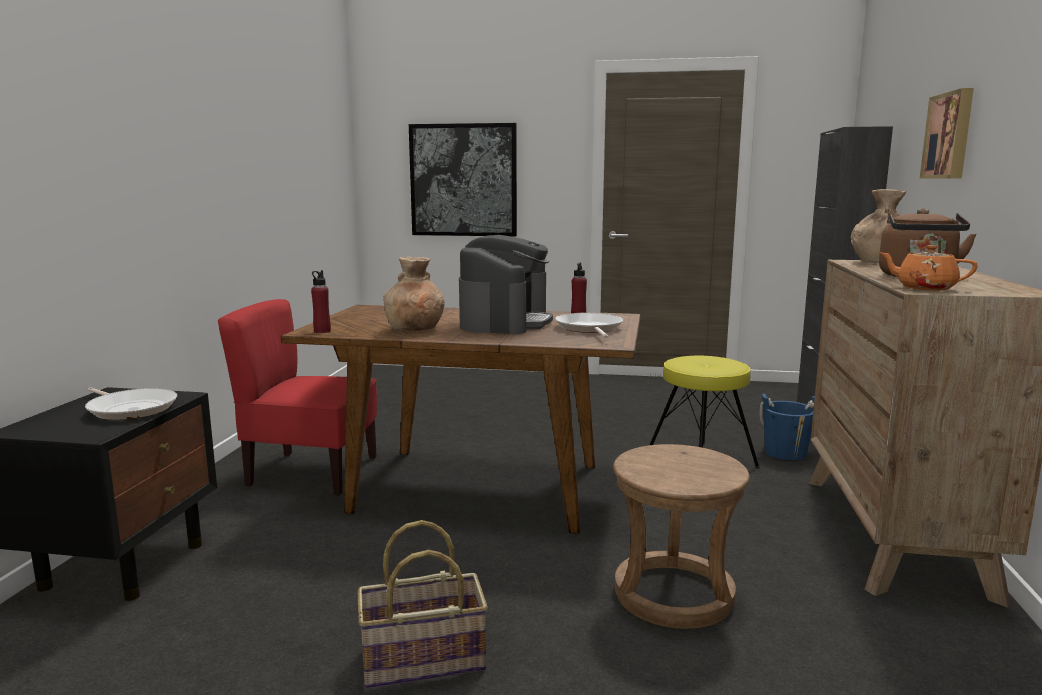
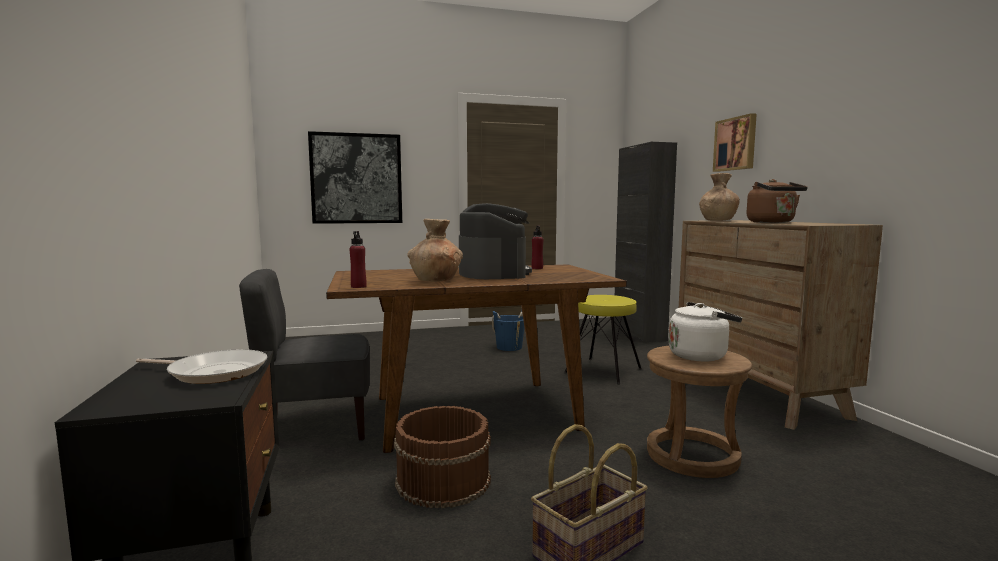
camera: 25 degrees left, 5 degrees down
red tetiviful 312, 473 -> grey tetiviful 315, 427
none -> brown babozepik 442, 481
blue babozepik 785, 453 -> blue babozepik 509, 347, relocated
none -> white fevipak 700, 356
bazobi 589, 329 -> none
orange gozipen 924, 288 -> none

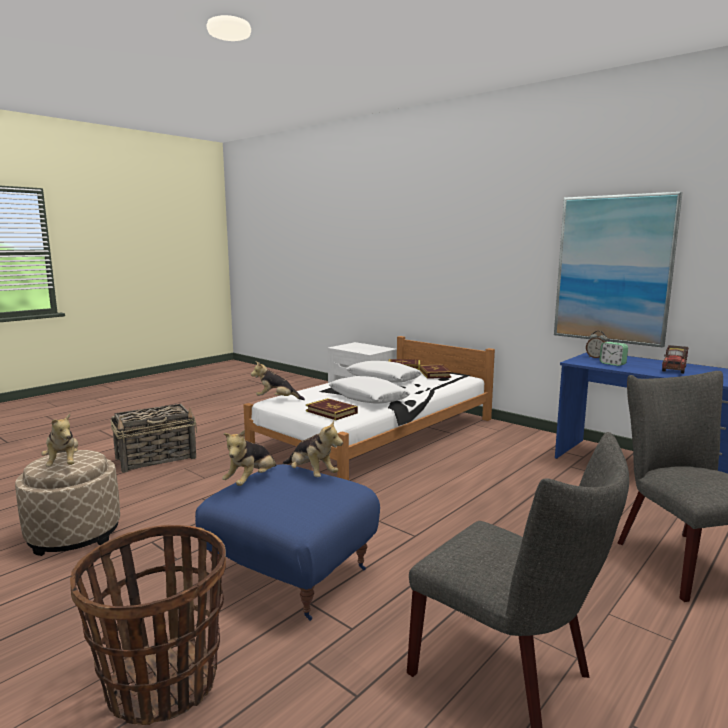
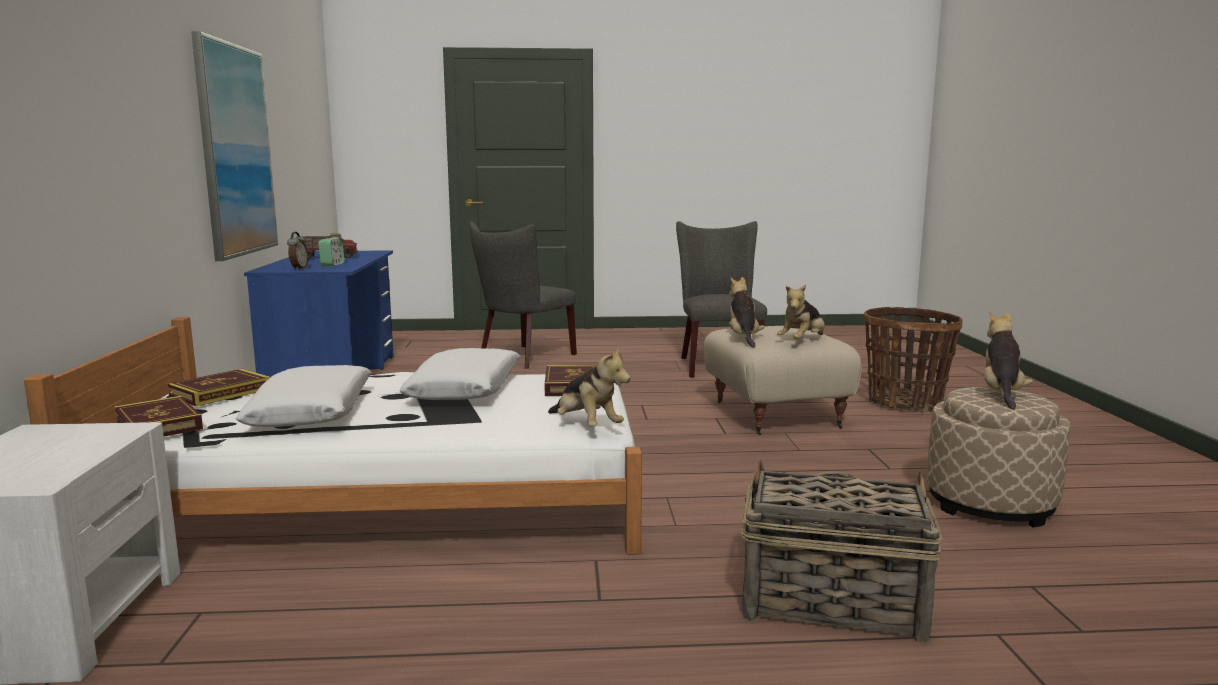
camera: 135 degrees left, 0 degrees up
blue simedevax 291, 574 -> beige simedevax 776, 415
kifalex 251, 481 -> kifalex 802, 341, 150 degrees clockwise

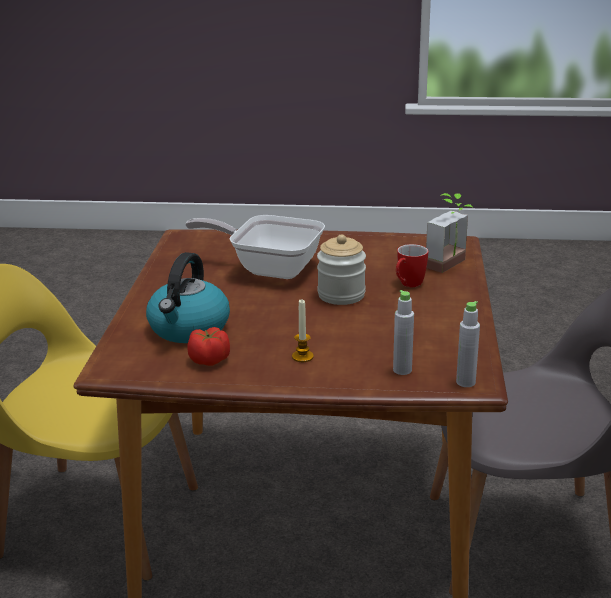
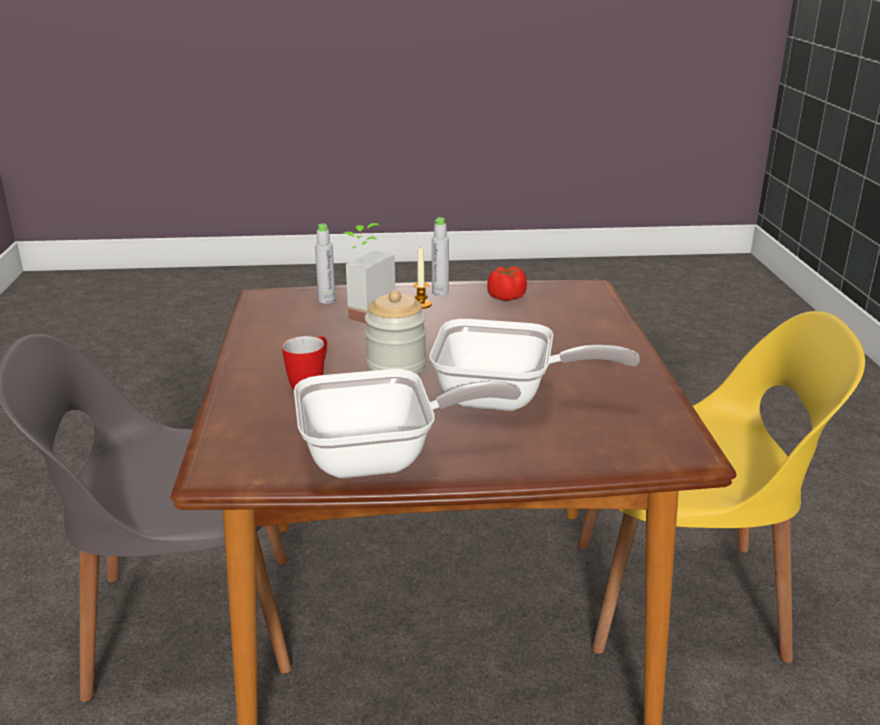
camera: 170 degrees right, 0 degrees up
none -> bazobi 382, 458
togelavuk 452, 266 -> togelavuk 364, 310, relocated
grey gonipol 465, 382 -> grey gonipol 440, 293, relocated
fevipak 189, 329 -> none

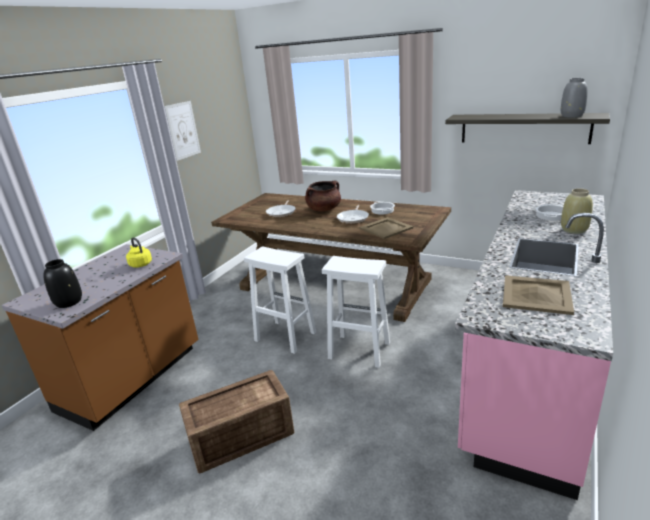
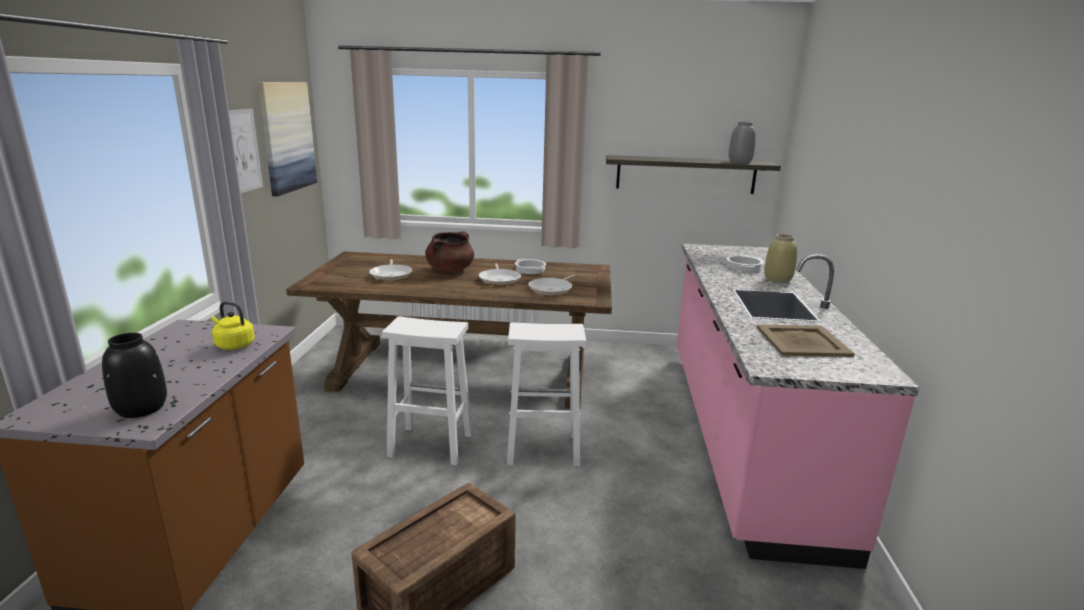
camera: 25 degrees left, 5 degrees down
none -> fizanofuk 287, 137
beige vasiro 386, 228 -> bazobi 552, 289

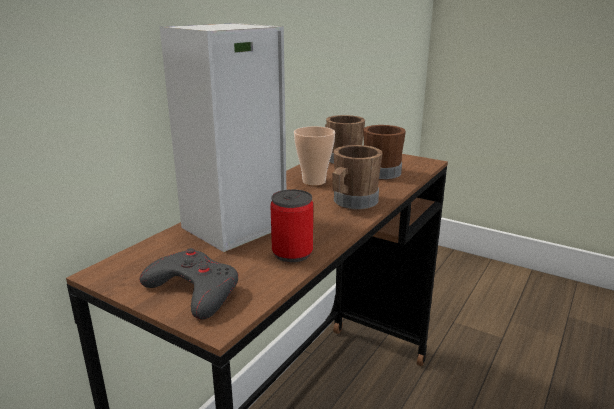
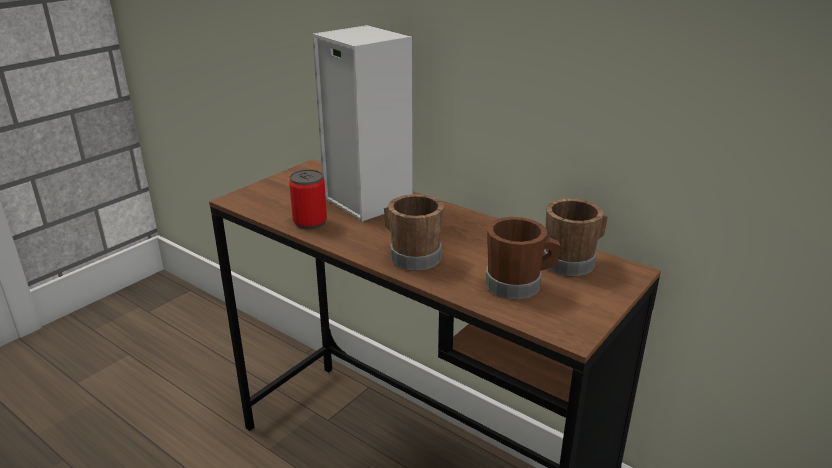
camera: 95 degrees right, 5 degrees up
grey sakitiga 194, 290 -> none
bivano 314, 181 -> none

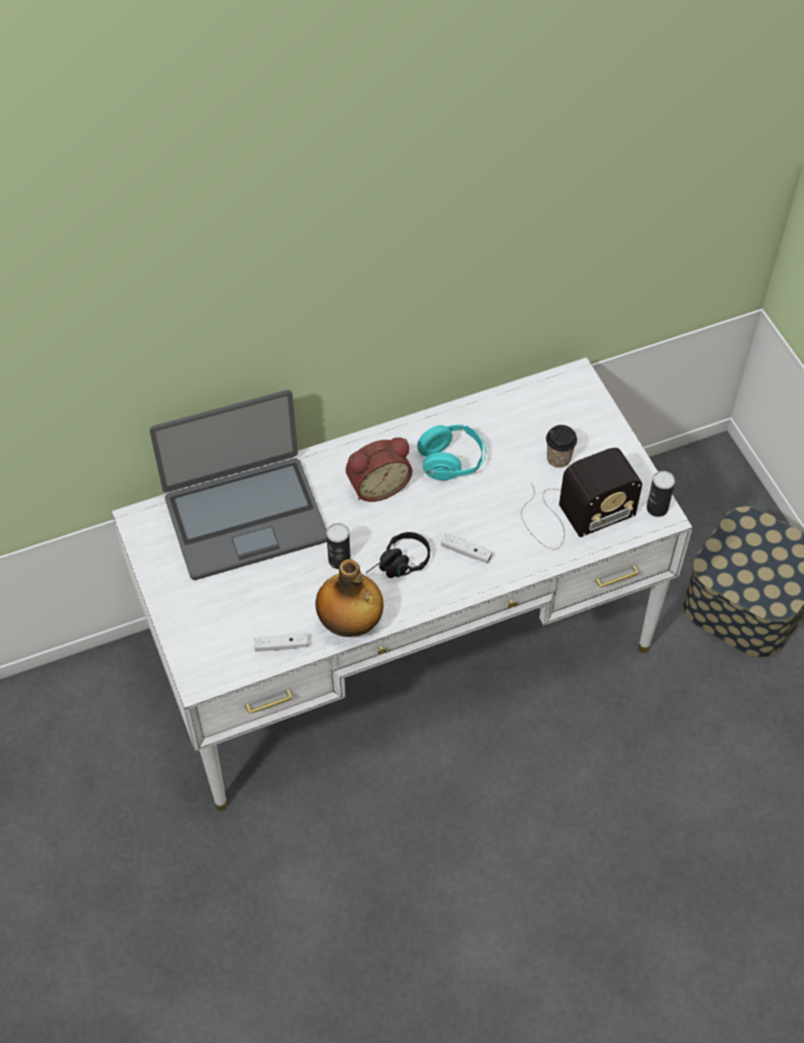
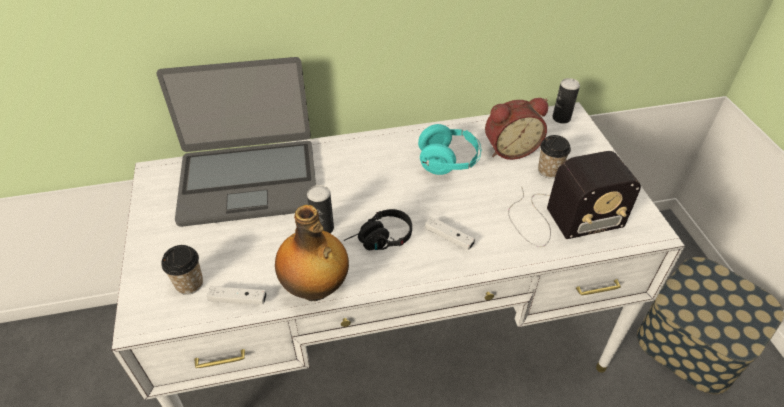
camera: 10 degrees right, 10 degrees down
none -> bivano 189, 284
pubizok 377, 485 -> pubizok 510, 149, relocated
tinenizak 657, 508 -> tinenizak 561, 118, relocated

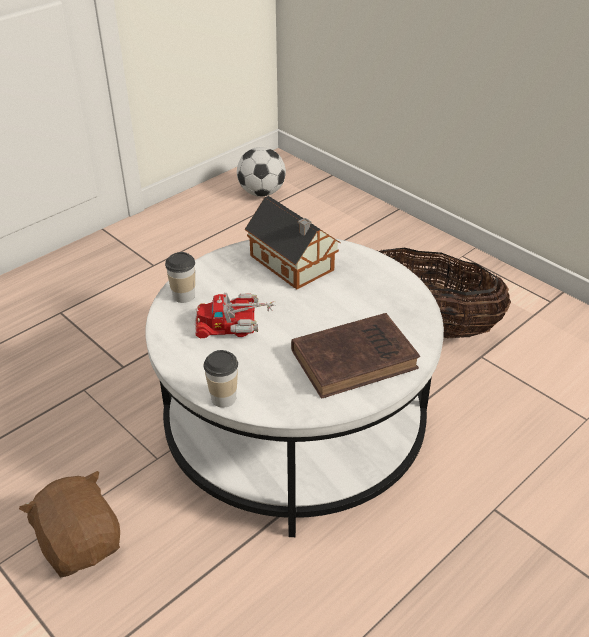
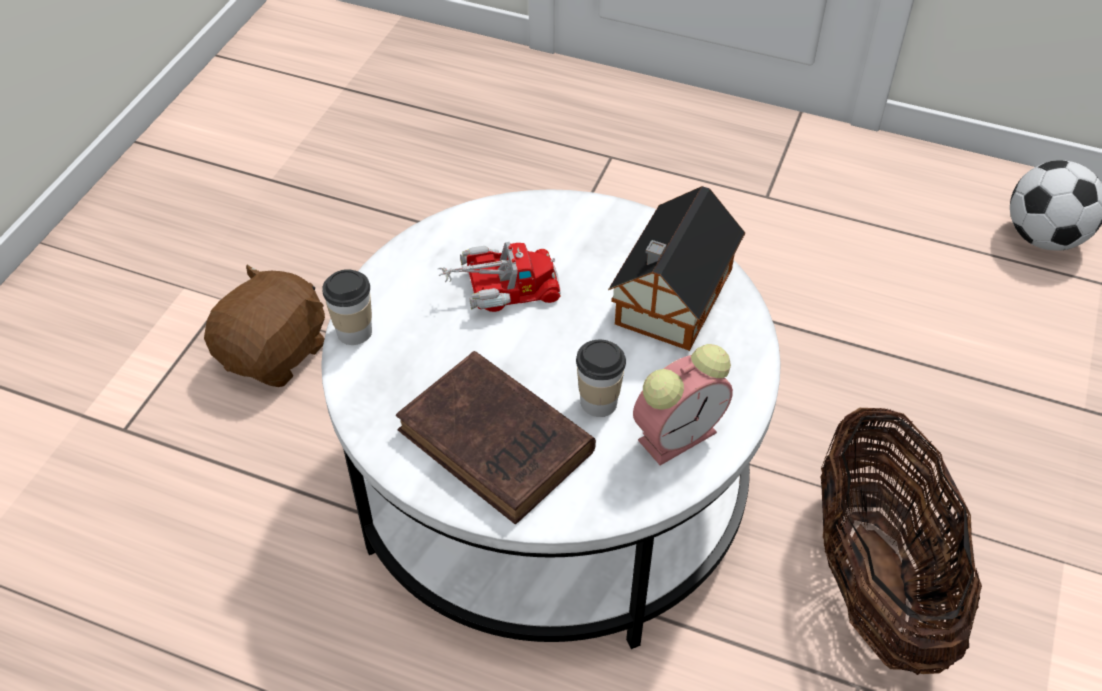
camera: 65 degrees right, 10 degrees up
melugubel 235, 325 -> melugubel 499, 289, 105 degrees clockwise
bivano 184, 296 -> bivano 598, 402, relocated
none -> pubizok 679, 434

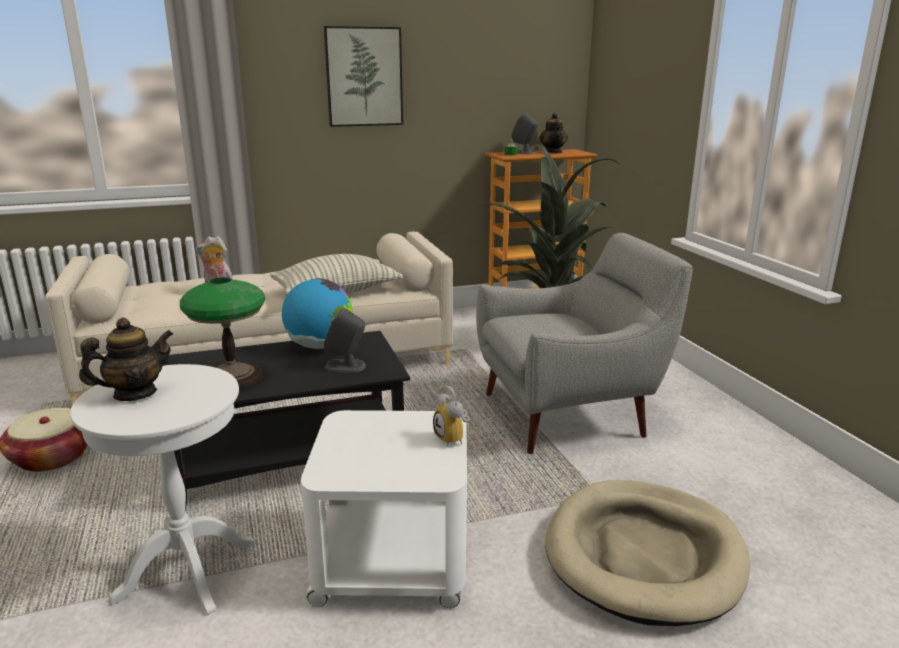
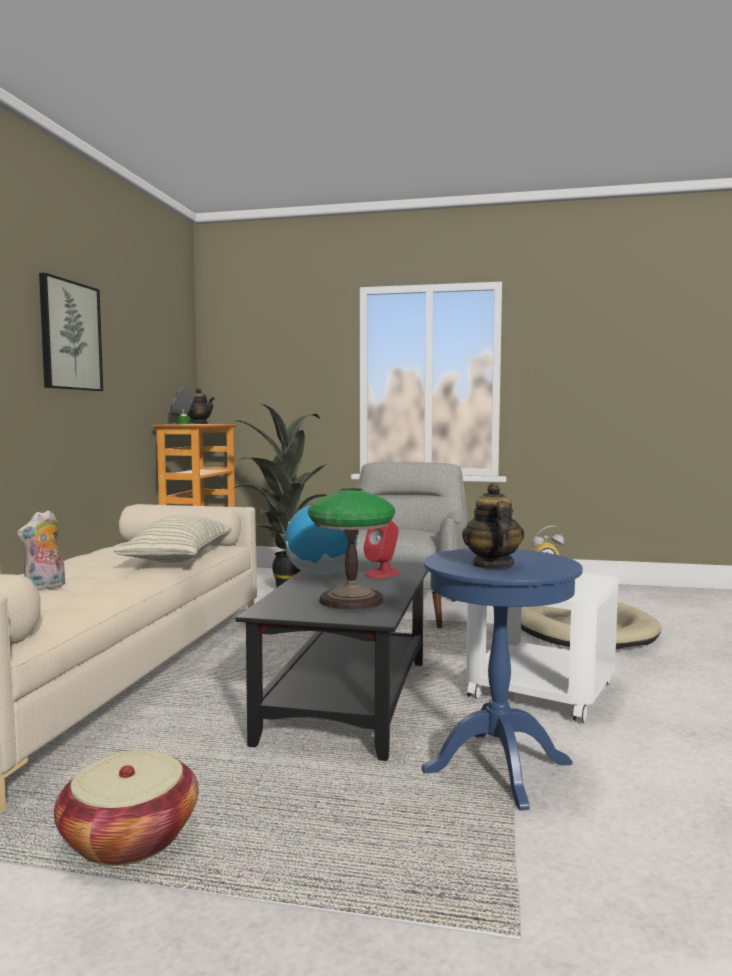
camera: 60 degrees left, 15 degrees down
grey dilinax 346, 366 -> red dilinax 382, 573
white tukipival 187, 571 -> blue tukipival 497, 767

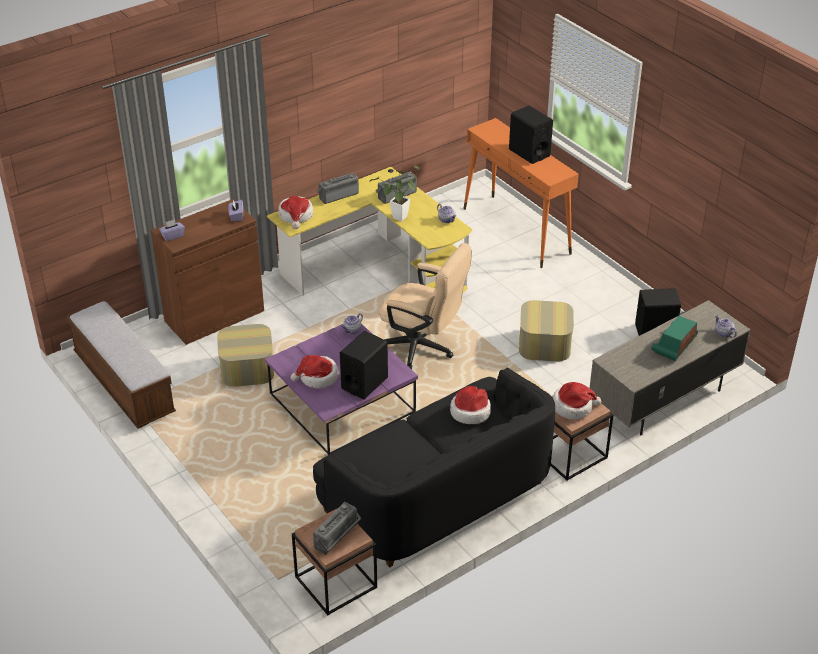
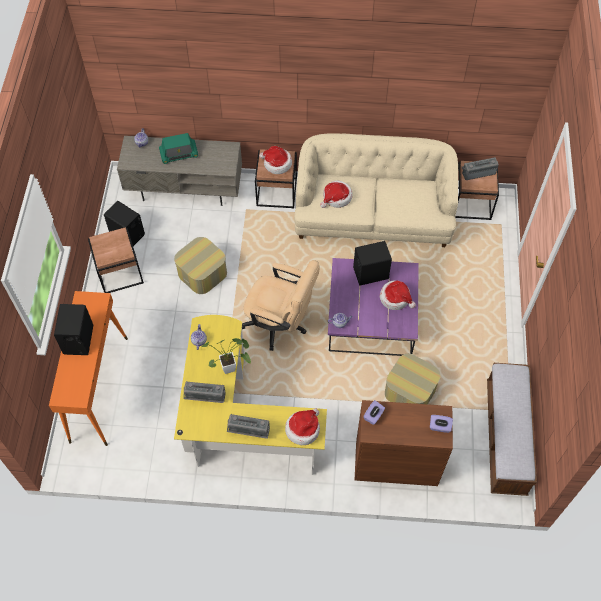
camera: 140 degrees left, 20 degrees up
none -> brown tukipival 120, 272
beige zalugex 422, 348 -> beige zalugex 280, 324, 135 degrees clockwise
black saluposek 438, 495 -> beige saluposek 373, 216

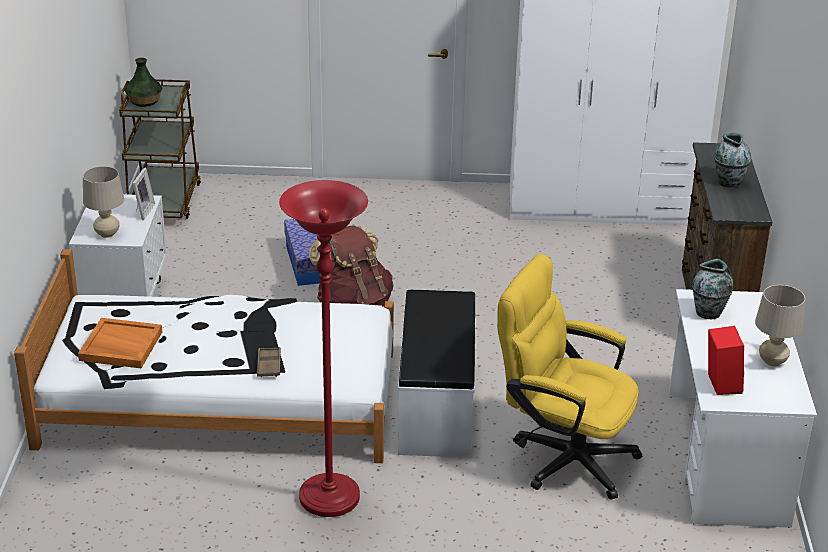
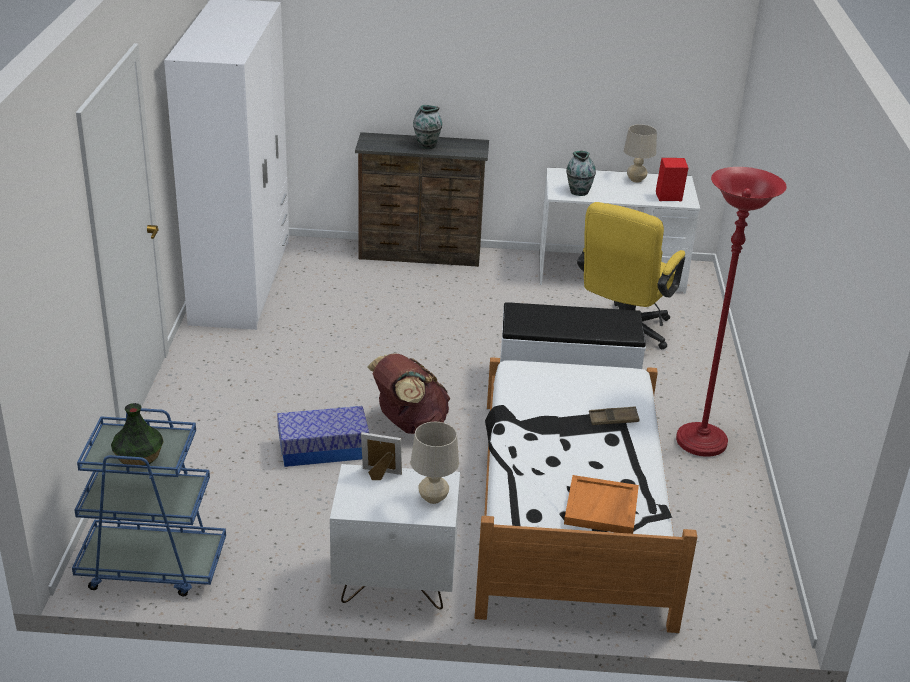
camera: 90 degrees left, 0 degrees up
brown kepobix 164, 201 -> blue kepobix 152, 566

